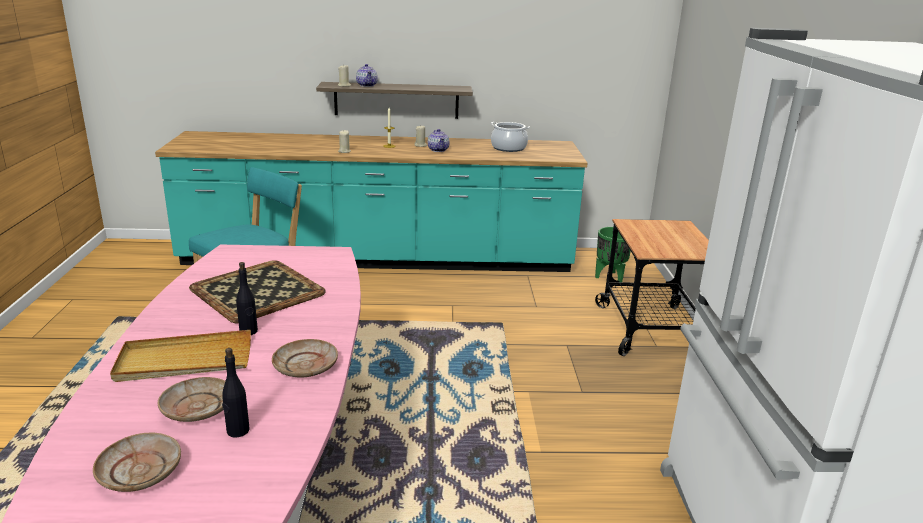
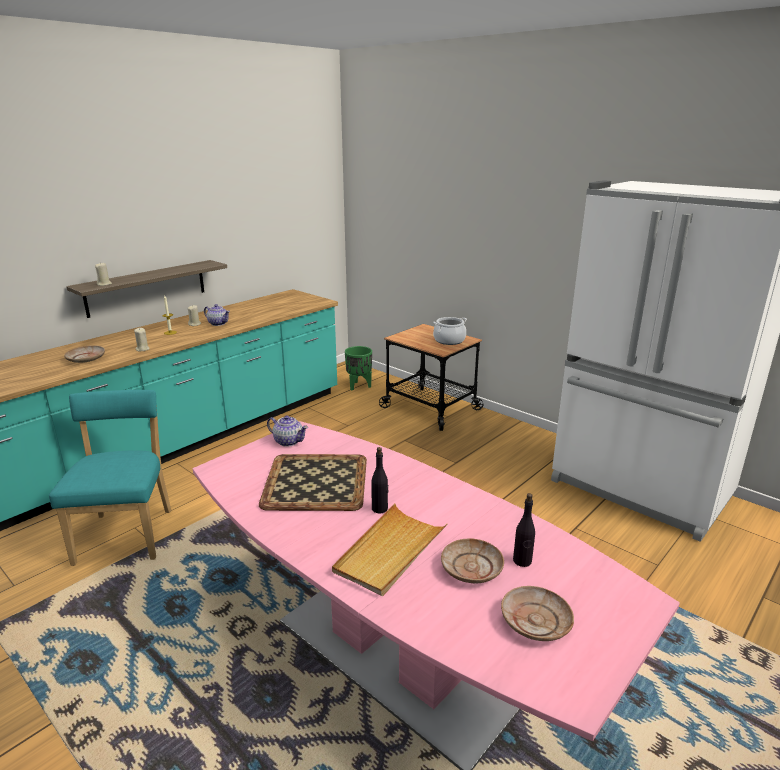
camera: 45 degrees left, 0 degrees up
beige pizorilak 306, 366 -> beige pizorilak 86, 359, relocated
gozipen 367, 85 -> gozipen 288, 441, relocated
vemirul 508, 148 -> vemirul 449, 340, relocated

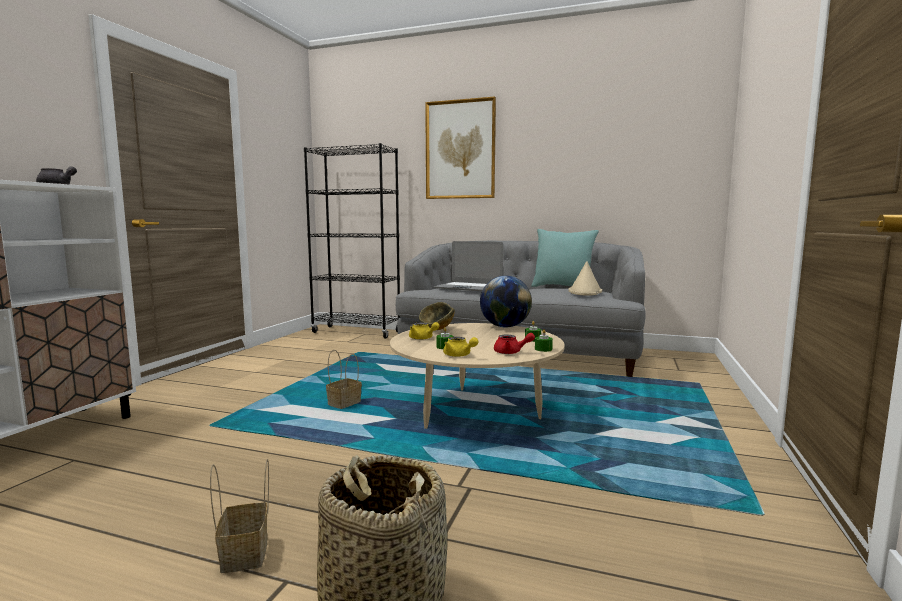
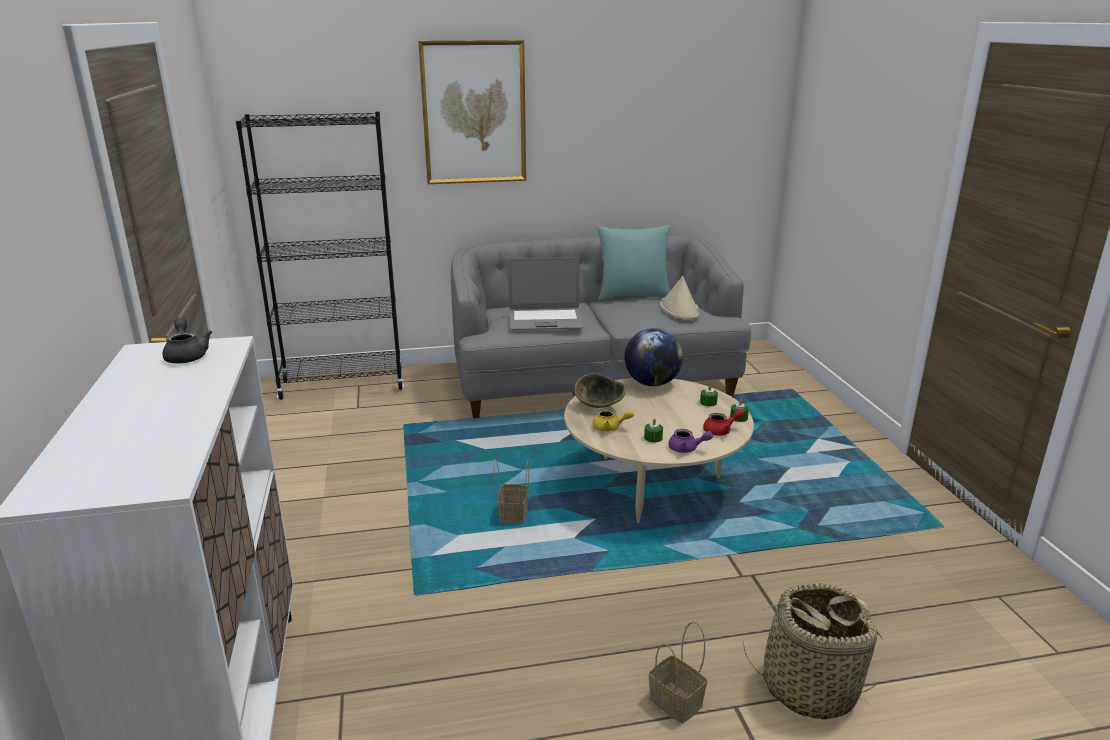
camera: 30 degrees left, 15 degrees up
yellow gozipen 459, 355 -> purple gozipen 687, 449

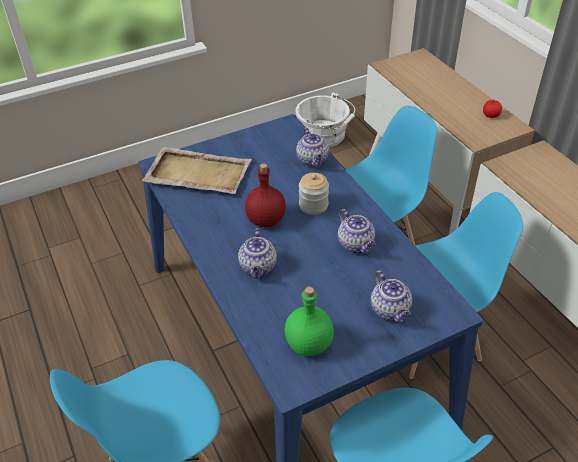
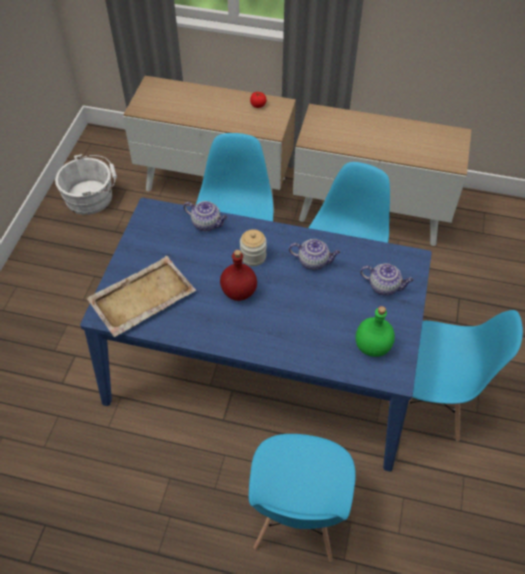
camera: 50 degrees left, 10 degrees up
gozipen 258, 267 -> none

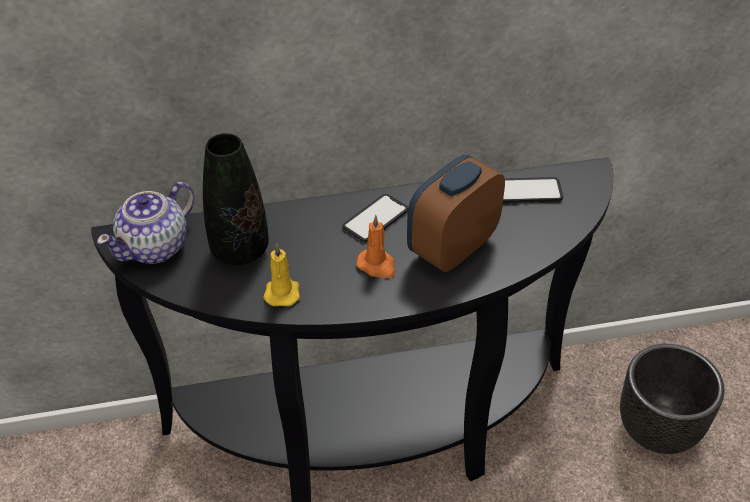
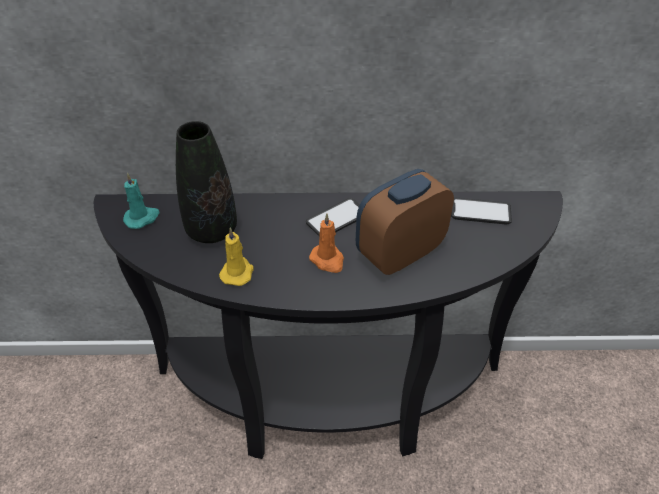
camera: 10 degrees right, 0 degrees up
gozipen 156, 247 -> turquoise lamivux 142, 218
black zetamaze 658, 432 -> none

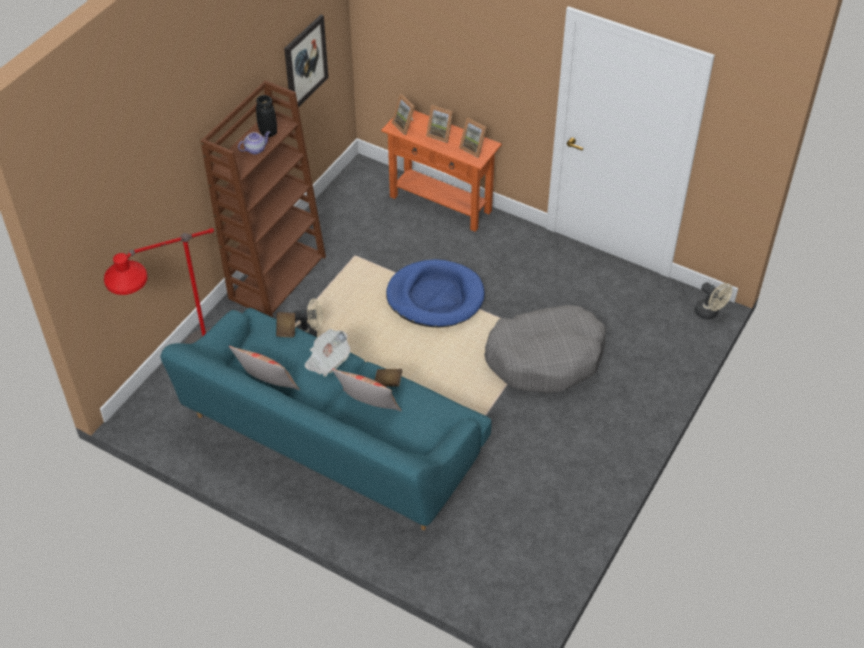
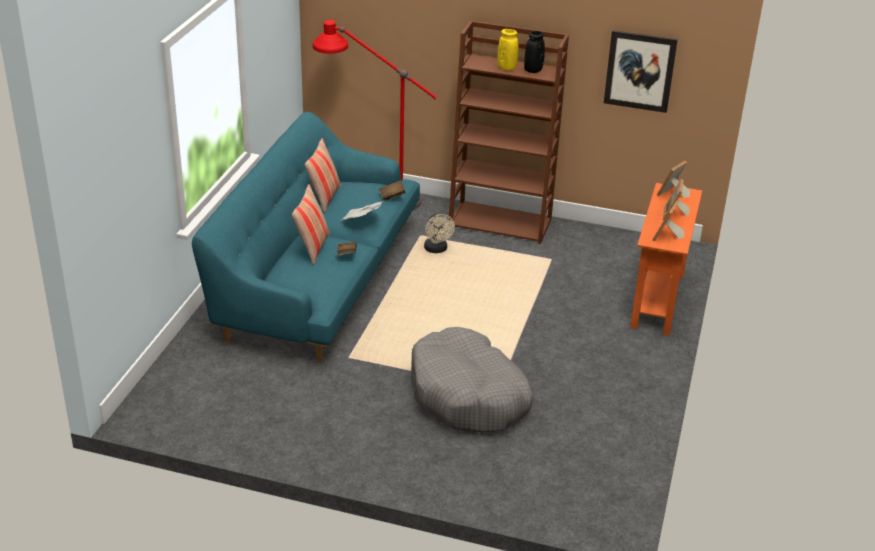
camera: 75 degrees right, 15 degrees down
gozipen 255, 149 -> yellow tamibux 507, 68
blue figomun 435, 297 -> none
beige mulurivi 709, 313 -> none

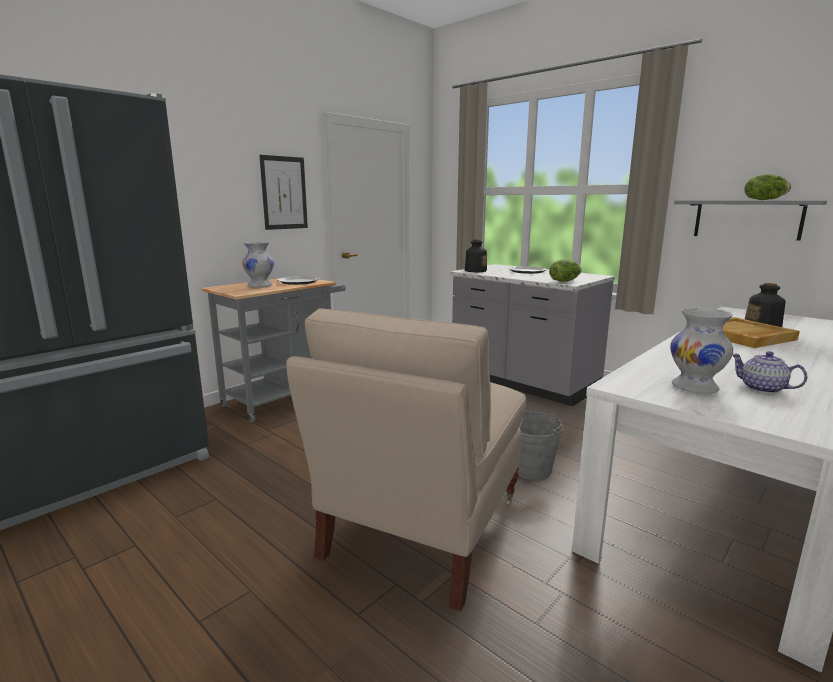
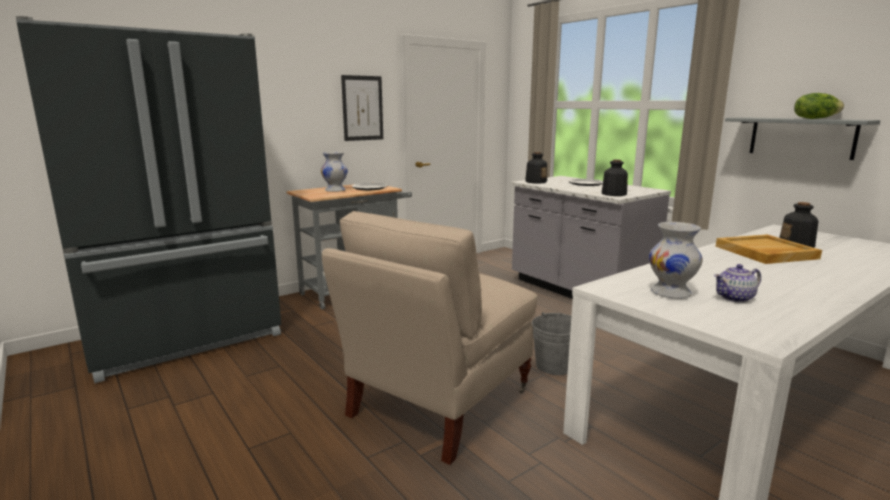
camera: 10 degrees right, 0 degrees up
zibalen 564, 281 -> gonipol 613, 194
gozipen 763, 389 -> gozipen 735, 298, 75 degrees counterclockwise

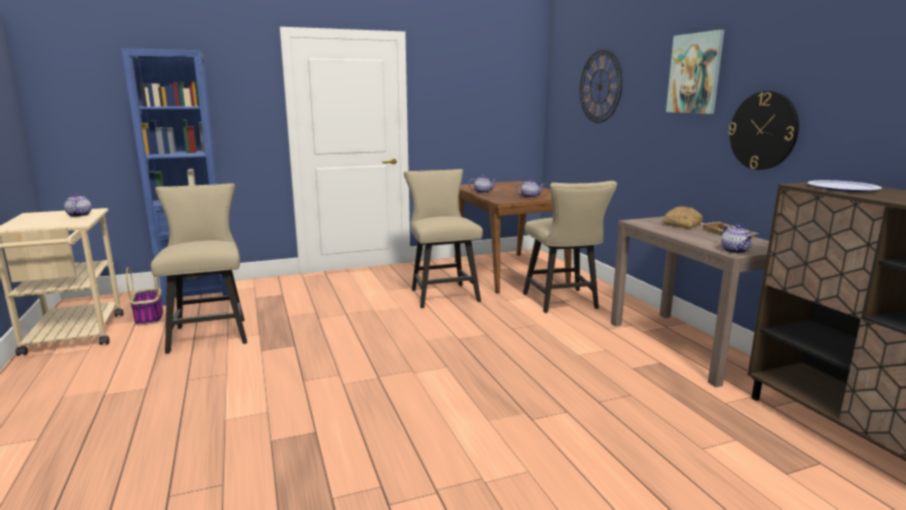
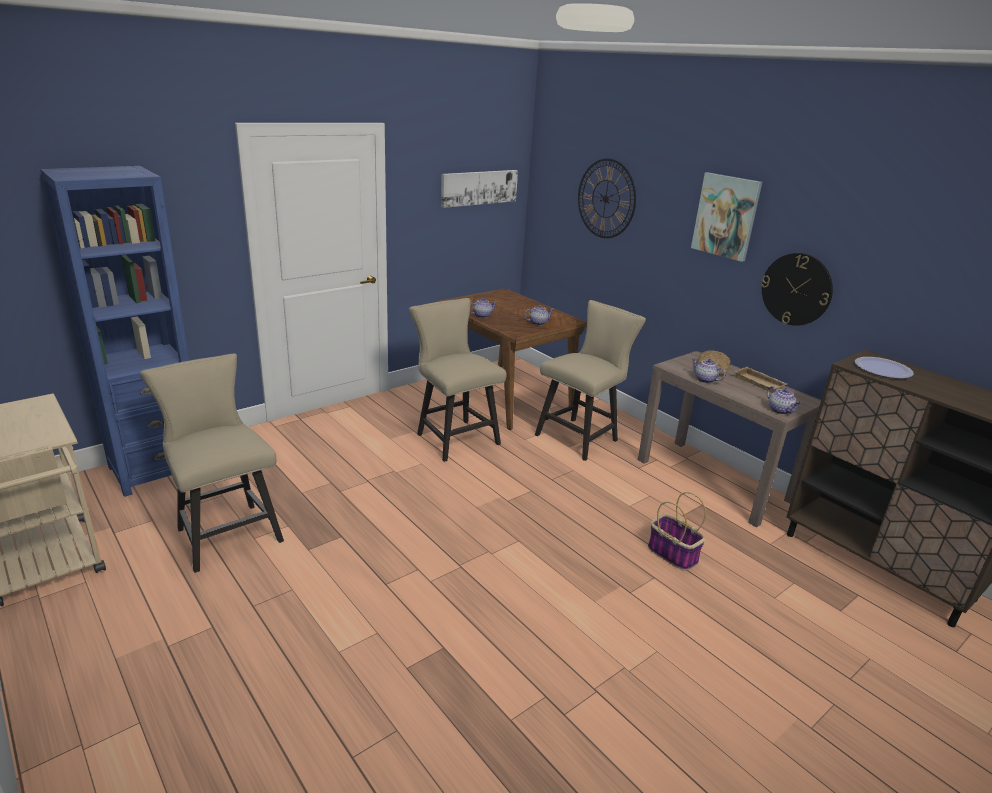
camera: 20 degrees left, 10 degrees up
none -> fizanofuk 479, 187
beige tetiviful 563, 303 -> beige tetiviful 581, 436, 105 degrees counterclockwise
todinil 149, 317 -> todinil 671, 554, relocated
gozipen 79, 215 -> gozipen 704, 380, relocated

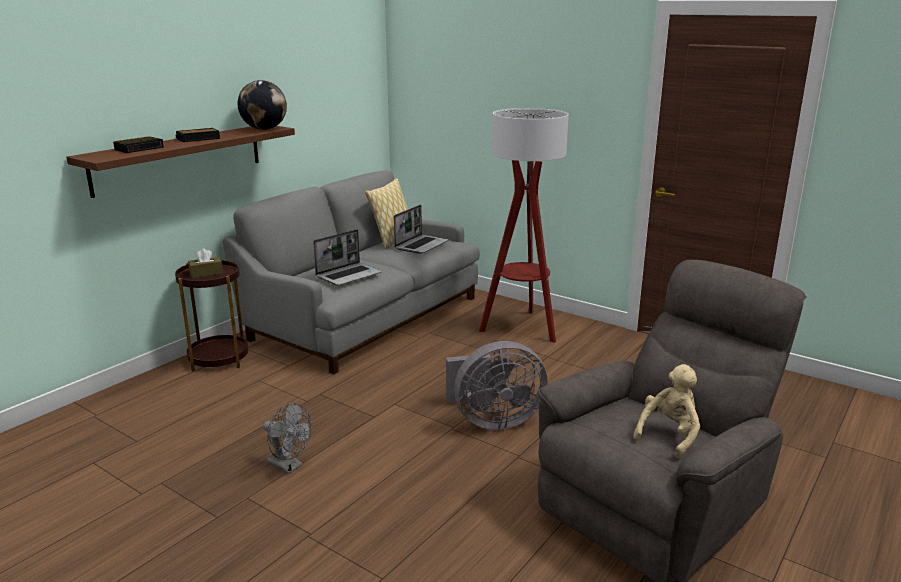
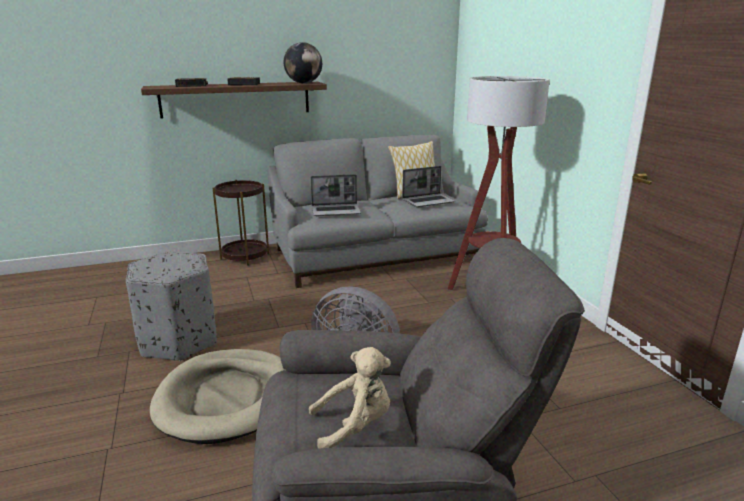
camera: 35 degrees right, 0 degrees up
grey mulurivi 289, 466 -> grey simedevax 179, 340
none -> beige figomun 226, 398
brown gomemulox 206, 273 -> none

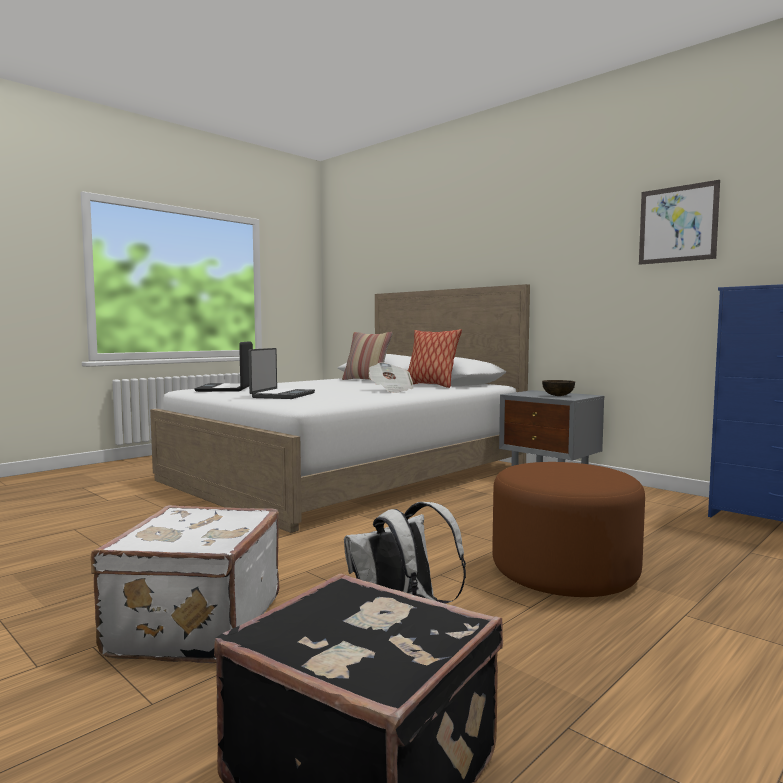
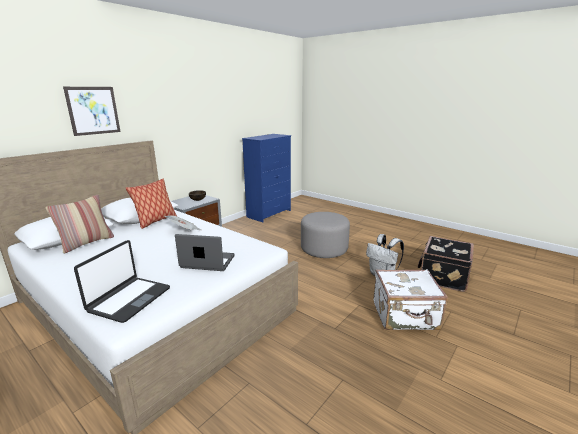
camera: 95 degrees left, 15 degrees up
fizanofuk 677, 224 -> fizanofuk 93, 110, relocated
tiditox 226, 389 -> tiditox 129, 299, 60 degrees counterclockwise
brown simedevax 564, 572 -> grey simedevax 324, 249

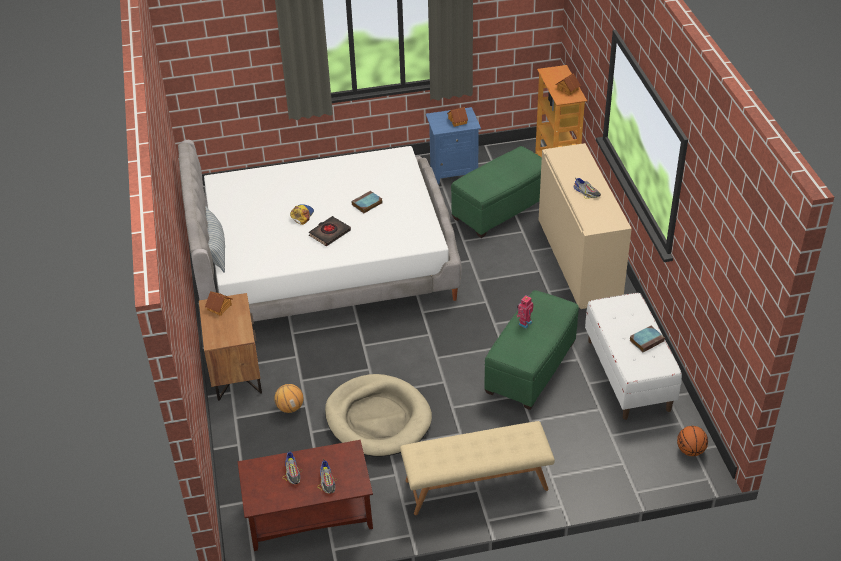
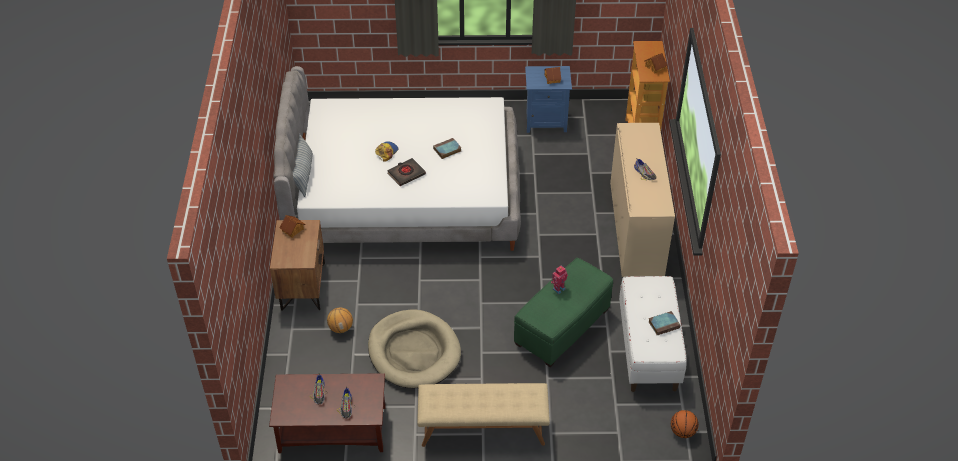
camera: 10 degrees right, 5 degrees up
green simedevax 500, 209 -> none

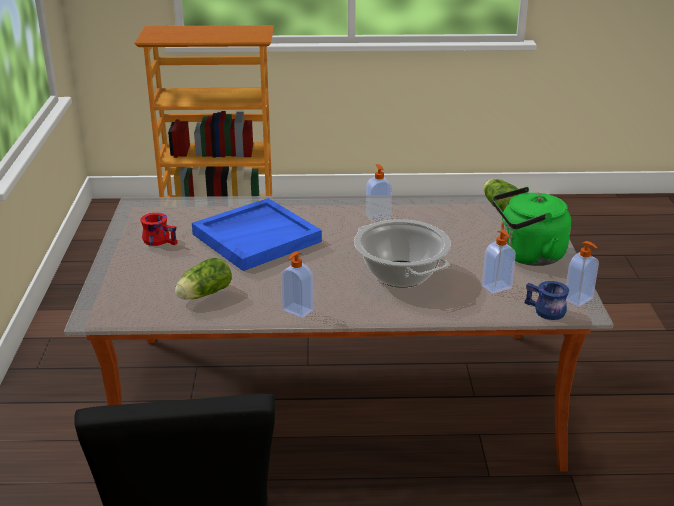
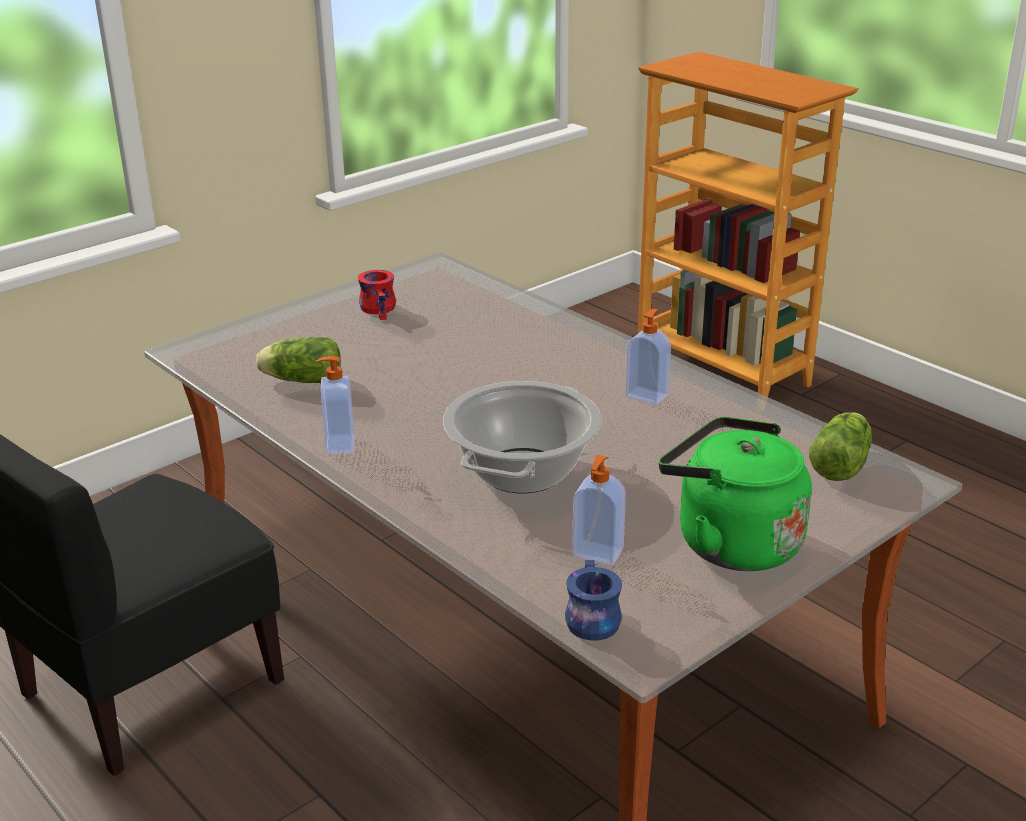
camera: 50 degrees right, 0 degrees up
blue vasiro 257, 237 -> none
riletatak 579, 299 -> none

